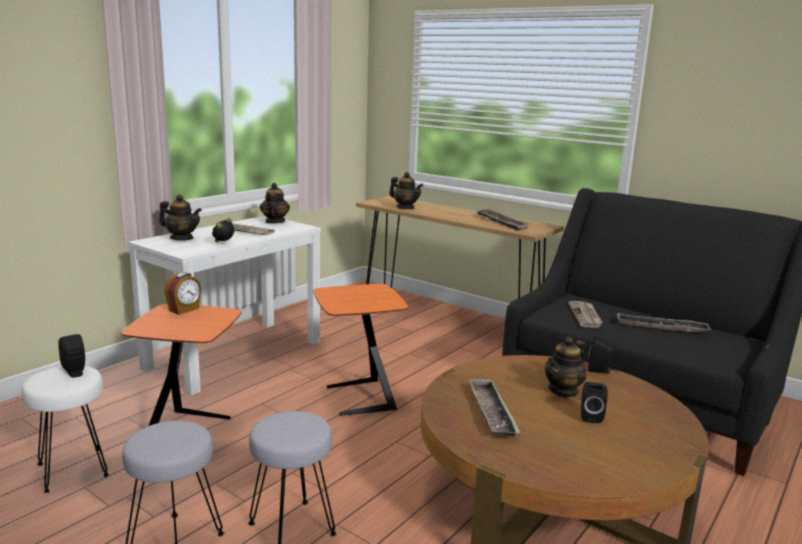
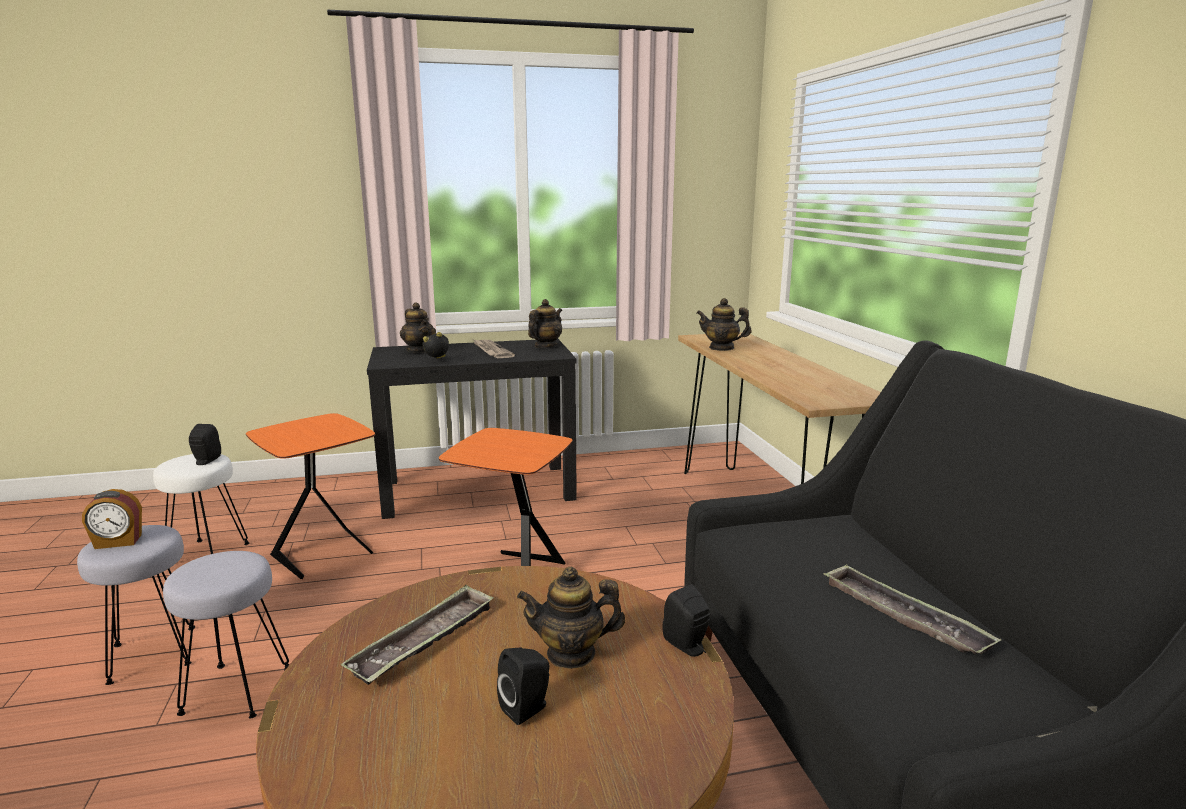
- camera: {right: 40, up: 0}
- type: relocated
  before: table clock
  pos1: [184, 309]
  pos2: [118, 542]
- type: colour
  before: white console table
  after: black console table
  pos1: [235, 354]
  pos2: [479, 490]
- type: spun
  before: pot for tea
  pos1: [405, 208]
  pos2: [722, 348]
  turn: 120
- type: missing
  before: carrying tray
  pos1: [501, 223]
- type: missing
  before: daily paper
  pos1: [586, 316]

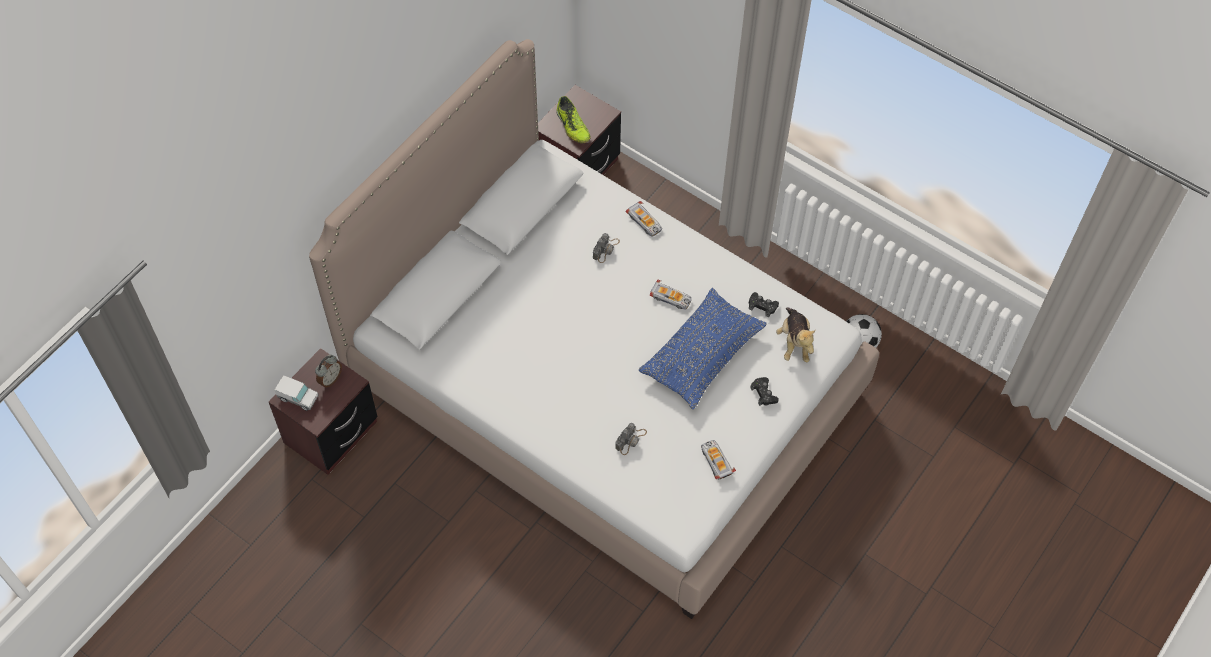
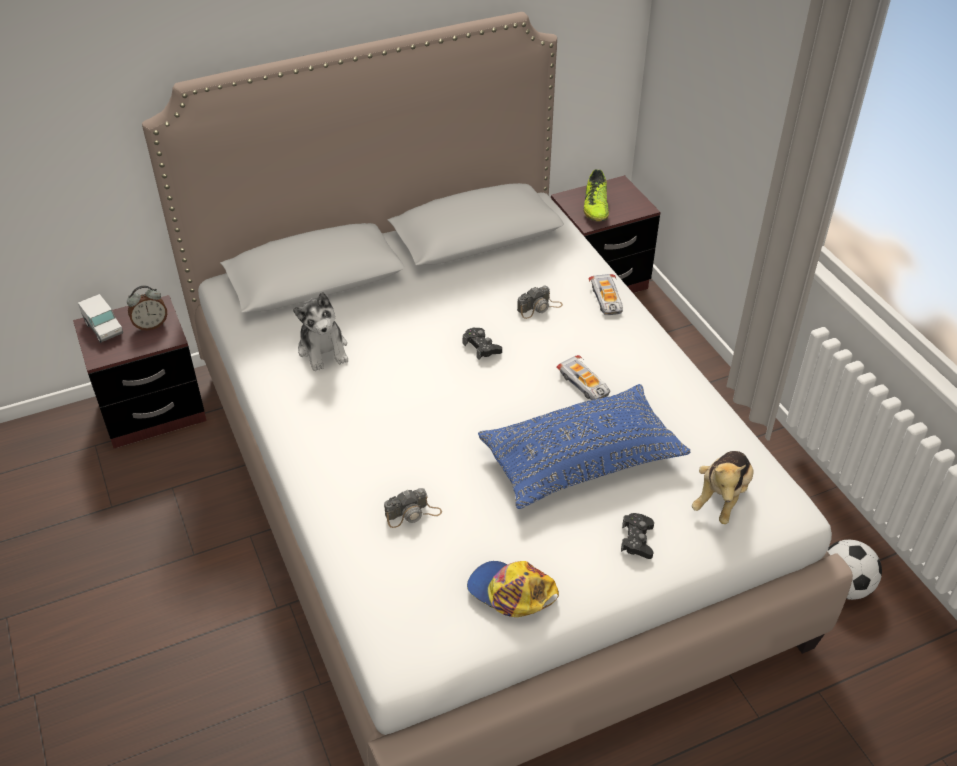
- camera: {right: 30, up: -15}
- type: appeared
  after: plush toy
  pos2: [323, 349]
- type: relocated
  before: black game controller
  pos1: [762, 306]
  pos2: [481, 347]
- type: exchanged
  before: toy car
  after: baseball cap
  pos1: [716, 461]
  pos2: [510, 592]

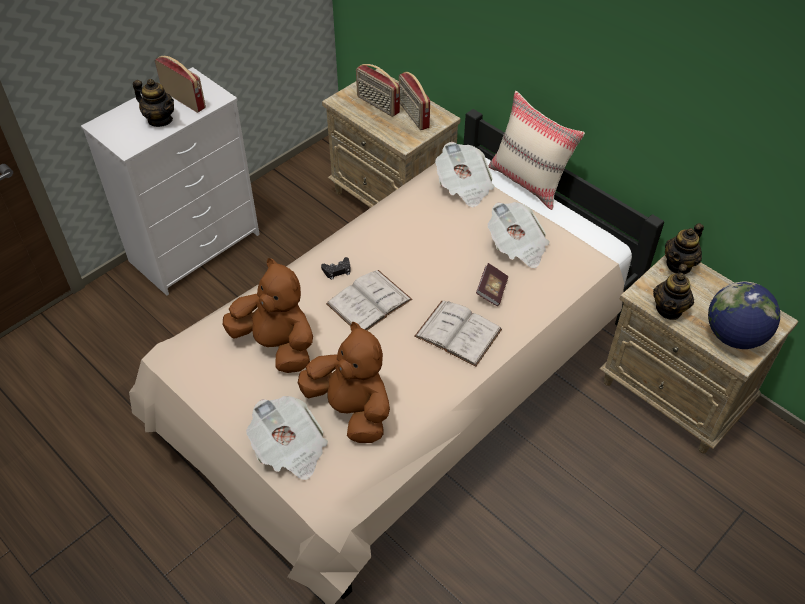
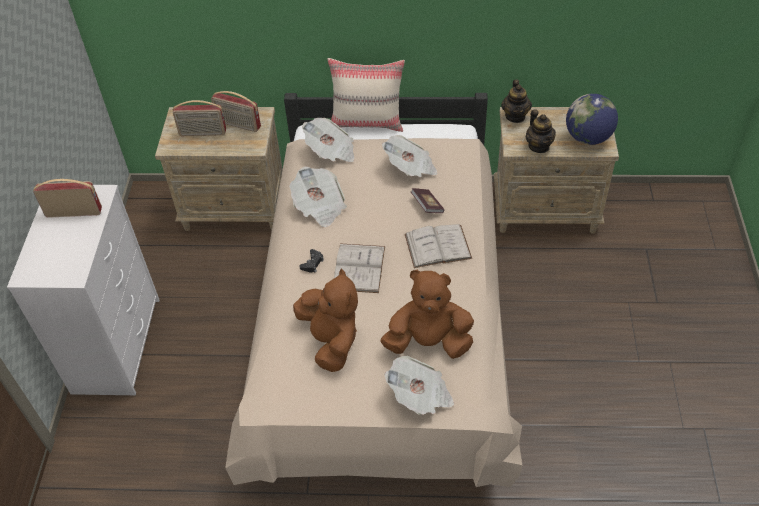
- camera: {right: -40, up: 0}
- type: appeared
  after: daily paper
  pos2: [319, 207]
- type: spun
  before: brown plush toy
  pos1: [276, 345]
  pos2: [331, 340]
  turn: 75
- type: missing
  before: pot for tea
  pos1: [160, 119]

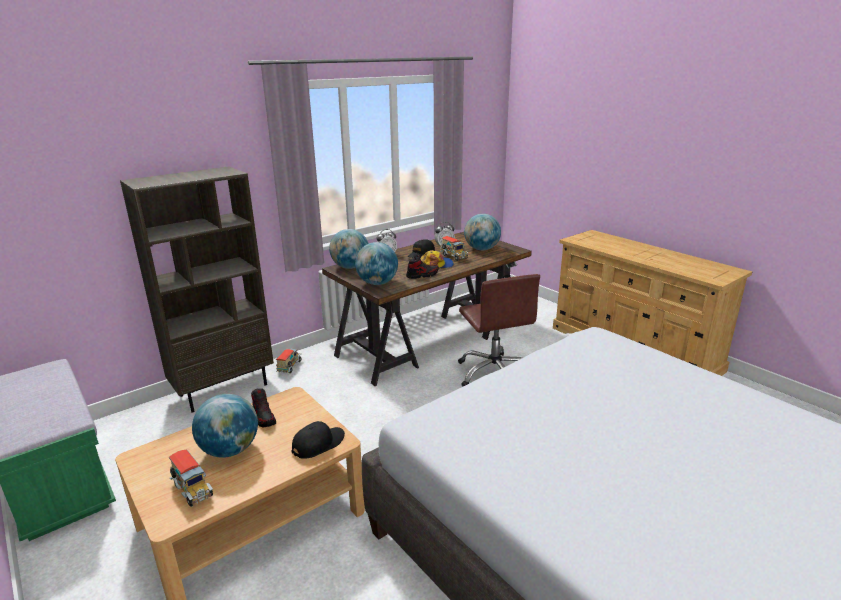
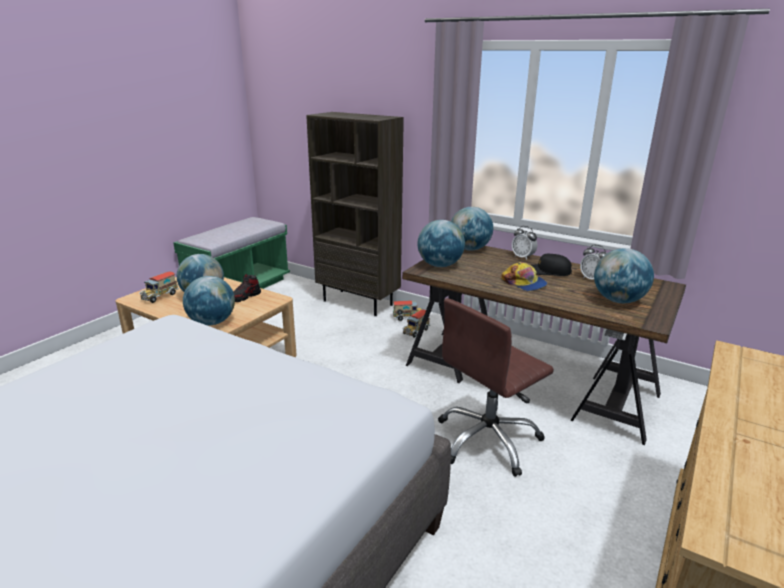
- camera: {right: 70, up: 0}
- type: exchanged
  before: black baseball cap
  after: desk globe
  pos1: [318, 444]
  pos2: [212, 322]
- type: relocated
  before: toy truck
  pos1: [454, 257]
  pos2: [416, 332]
- type: missing
  before: shoe
  pos1: [422, 275]

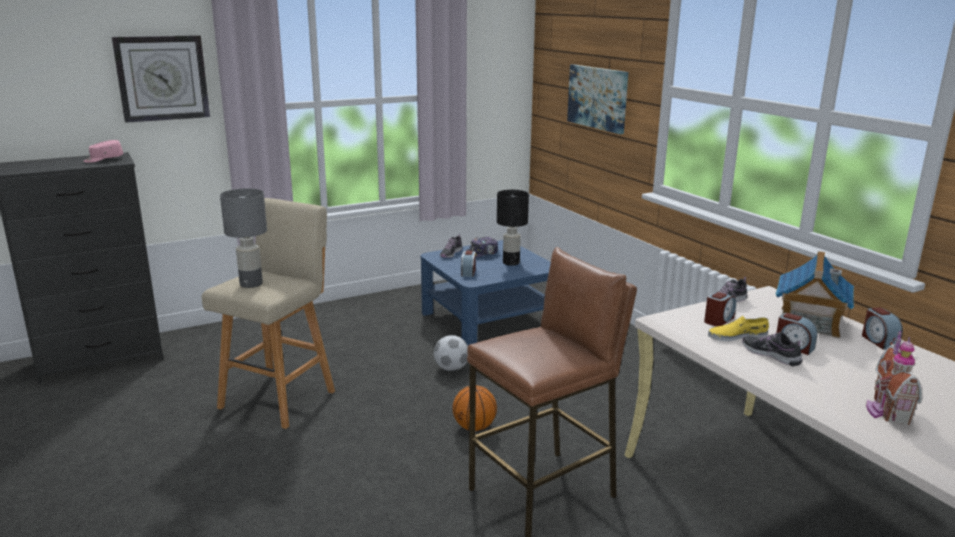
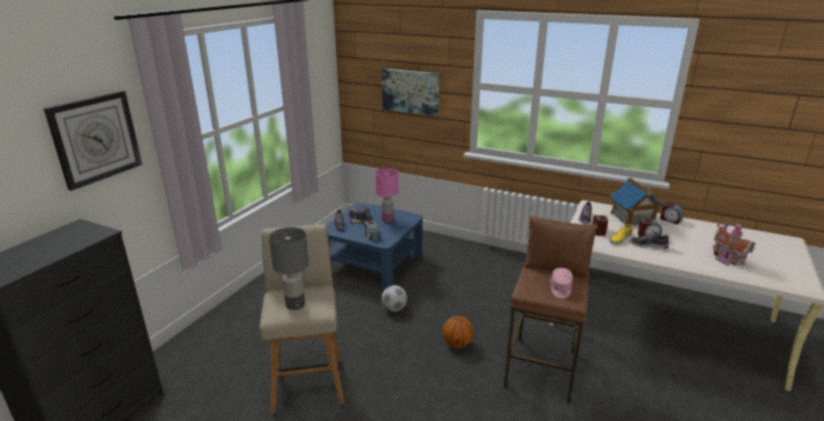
- camera: {right: -35, up: 5}
- type: colour
  before: black lamp for a table
  after: pink lamp for a table
  pos1: [510, 263]
  pos2: [387, 220]
- type: relocated
  before: pink baseball cap
  pos1: [103, 159]
  pos2: [560, 289]

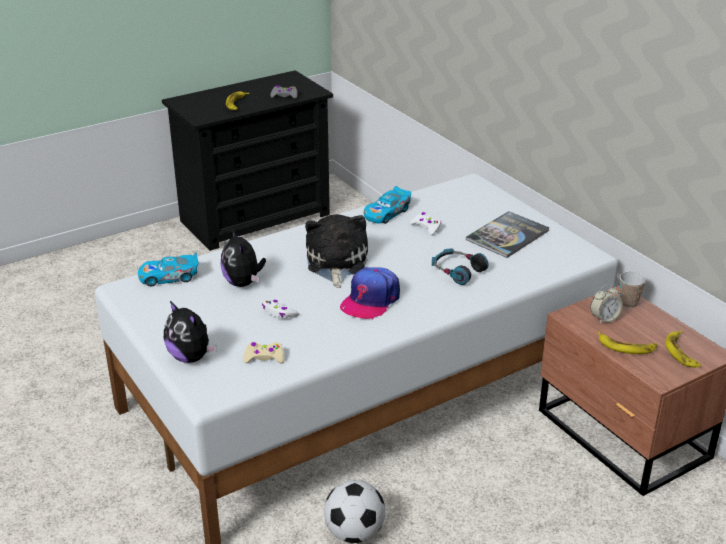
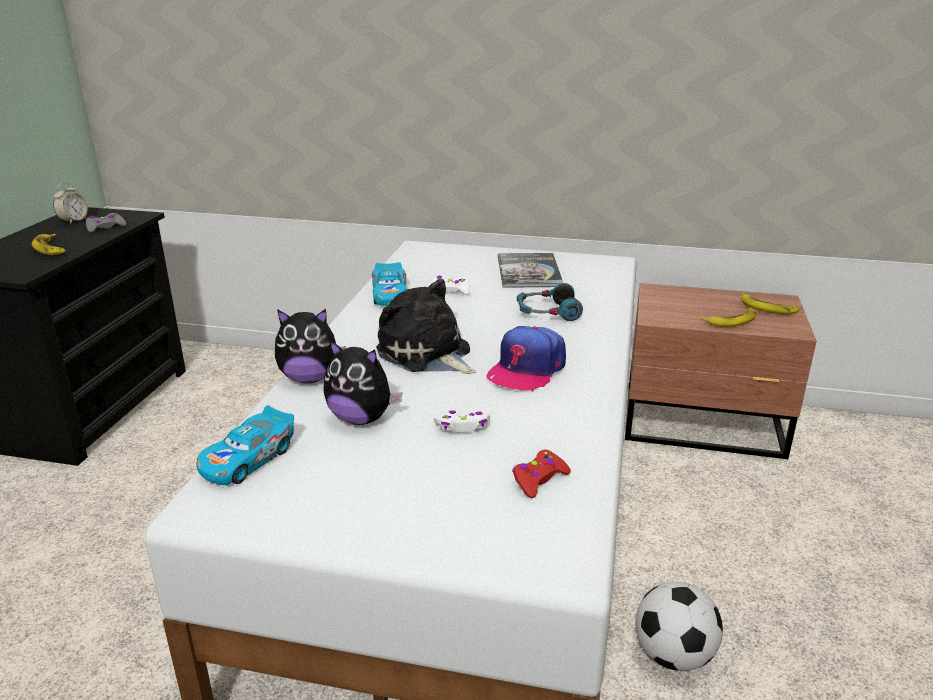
- camera: {right: -45, up: -5}
- type: relocated
  before: table clock
  pos1: [604, 319]
  pos2: [74, 221]
- type: relocated
  before: plush toy
  pos1: [191, 357]
  pos2: [310, 378]
- type: spun
  before: baseball cap
  pos1: [370, 300]
  pos2: [526, 369]
  turn: 45
- type: colour
  before: sand-coloured game controller
  after: reddish game controller
  pos1: [264, 357]
  pos2: [539, 479]
- type: missing
  before: drinking cup
  pos1: [628, 303]

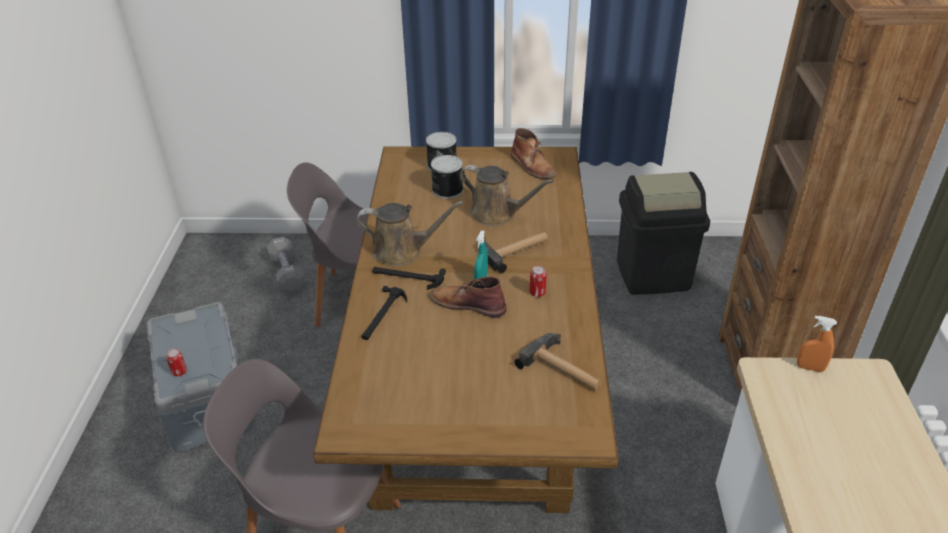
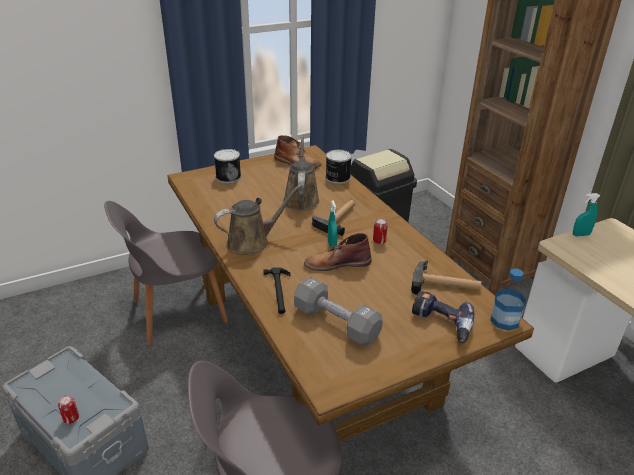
- camera: {right: -30, up: -5}
- type: spun
  before: brown sprinkling can
  pos1: [497, 214]
  pos2: [301, 199]
  turn: -90
- type: relocated
  before: greyish free weight
  pos1: [287, 274]
  pos2: [336, 323]
- type: relocated
  before: can
  pos1: [446, 190]
  pos2: [337, 178]
- type: appeared
  after: electric drill
  pos2: [440, 324]
- type: appeared
  after: bottle
  pos2: [504, 320]
- type: colour
  before: orange spray bottle
  after: turquoise-coloured spray bottle
  pos1: [810, 368]
  pos2: [581, 235]
- type: missing
  before: hand hammer
  pos1: [407, 277]

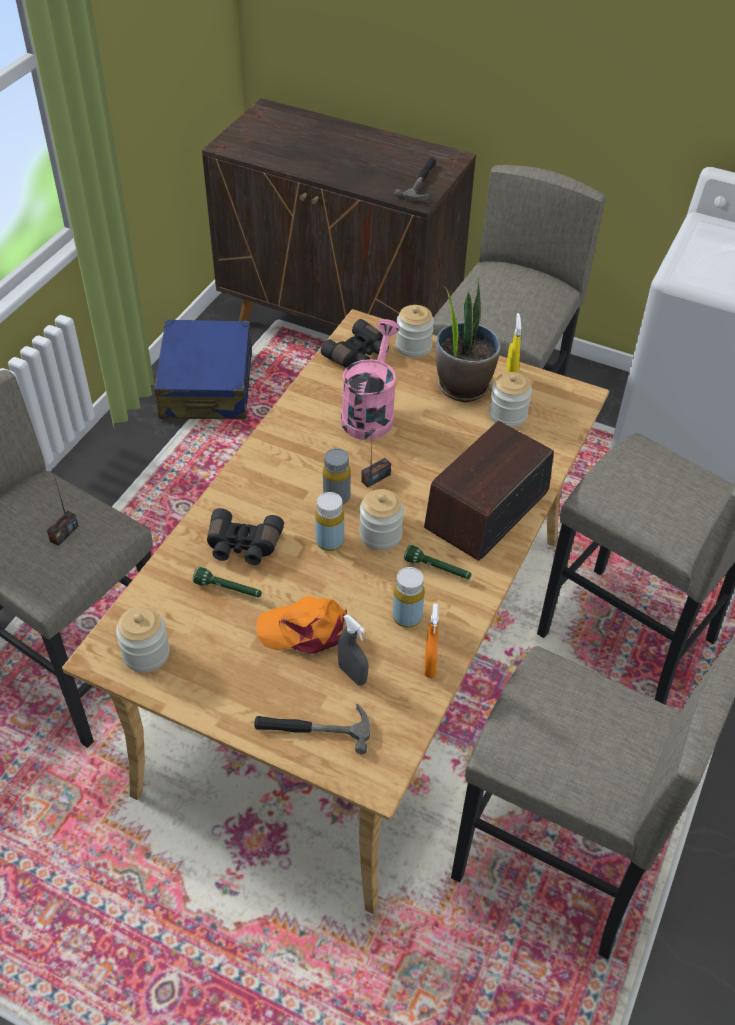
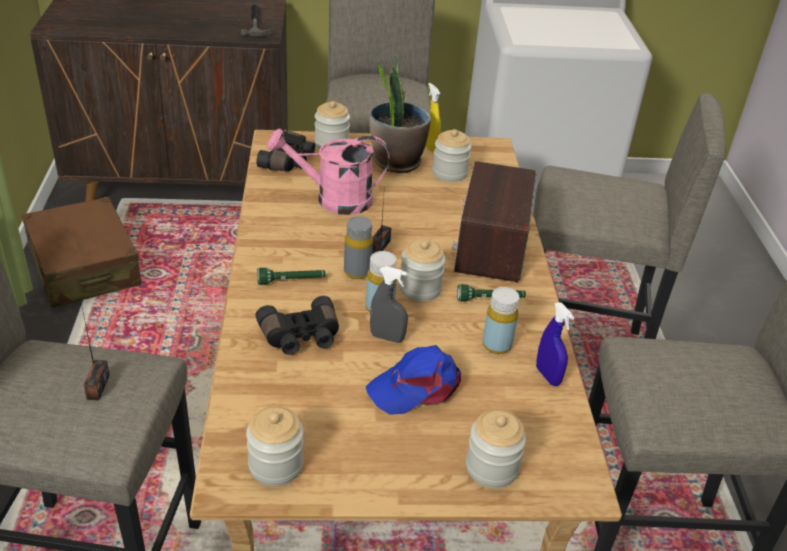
- camera: {right: -30, up: -10}
- type: colour
  before: blue piece of luggage
  after: brown piece of luggage
  pos1: [207, 385]
  pos2: [85, 267]
- type: relocated
  before: green flashlight
  pos1: [228, 589]
  pos2: [291, 281]
- type: spun
  before: pink sprinkling can
  pos1: [370, 412]
  pos2: [333, 199]
  turn: -75
- type: colour
  before: orange baseball cap
  after: blue baseball cap
  pos1: [305, 630]
  pos2: [416, 387]
- type: relocated
  before: greyish spray bottle
  pos1: [352, 674]
  pos2: [387, 337]
- type: exchanged
  before: hand hammer
  after: storage jar
  pos1: [312, 728]
  pos2: [491, 467]
- type: colour
  before: orange spray bottle
  after: blue spray bottle
  pos1: [430, 665]
  pos2: [548, 376]

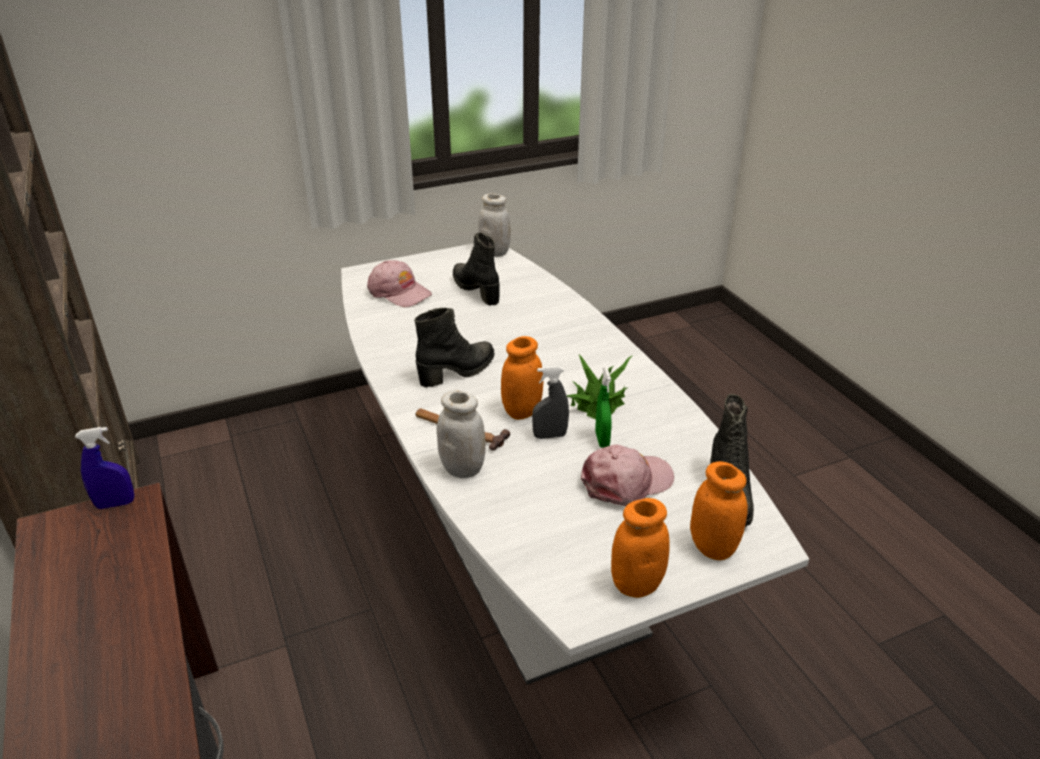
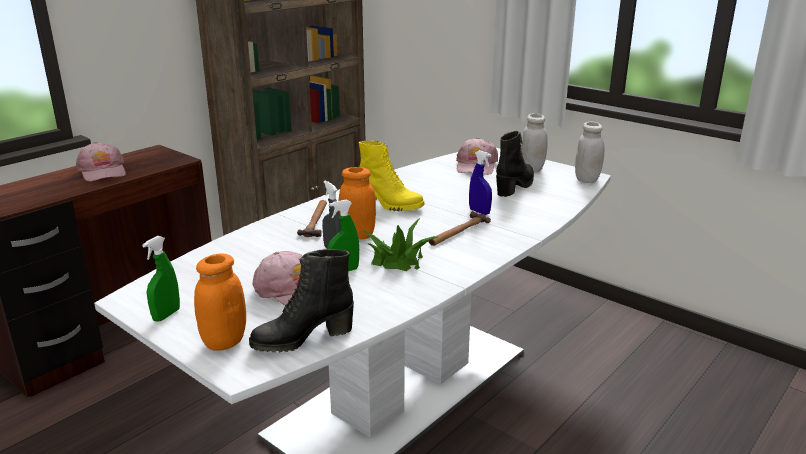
- camera: {right: 65, up: -10}
- type: appeared
  after: pink baseball cap
  pos2: [103, 171]
- type: exchanged
  before: orange storage jar
  after: green spray bottle
  pos1: [636, 584]
  pos2: [166, 315]
- type: colour
  before: black boot
  after: yellow-coloured boot
  pos1: [458, 372]
  pos2: [389, 205]
- type: appeared
  after: hand hammer
  pos2: [457, 232]
- type: relocated
  before: blue spray bottle
  pos1: [115, 504]
  pos2: [479, 212]
- type: relocated
  before: white storage jar
  pos1: [462, 469]
  pos2: [532, 169]

